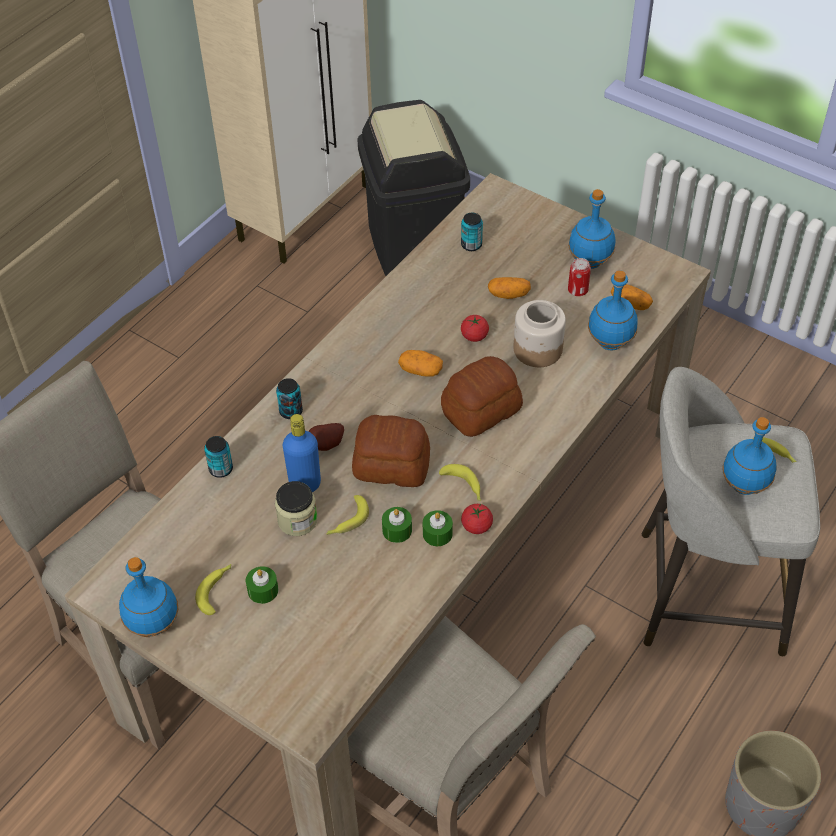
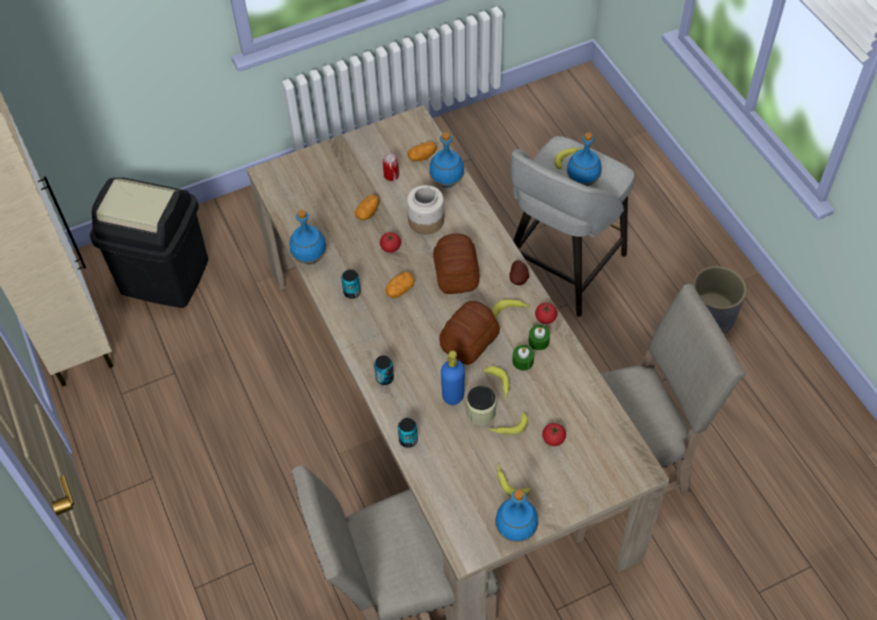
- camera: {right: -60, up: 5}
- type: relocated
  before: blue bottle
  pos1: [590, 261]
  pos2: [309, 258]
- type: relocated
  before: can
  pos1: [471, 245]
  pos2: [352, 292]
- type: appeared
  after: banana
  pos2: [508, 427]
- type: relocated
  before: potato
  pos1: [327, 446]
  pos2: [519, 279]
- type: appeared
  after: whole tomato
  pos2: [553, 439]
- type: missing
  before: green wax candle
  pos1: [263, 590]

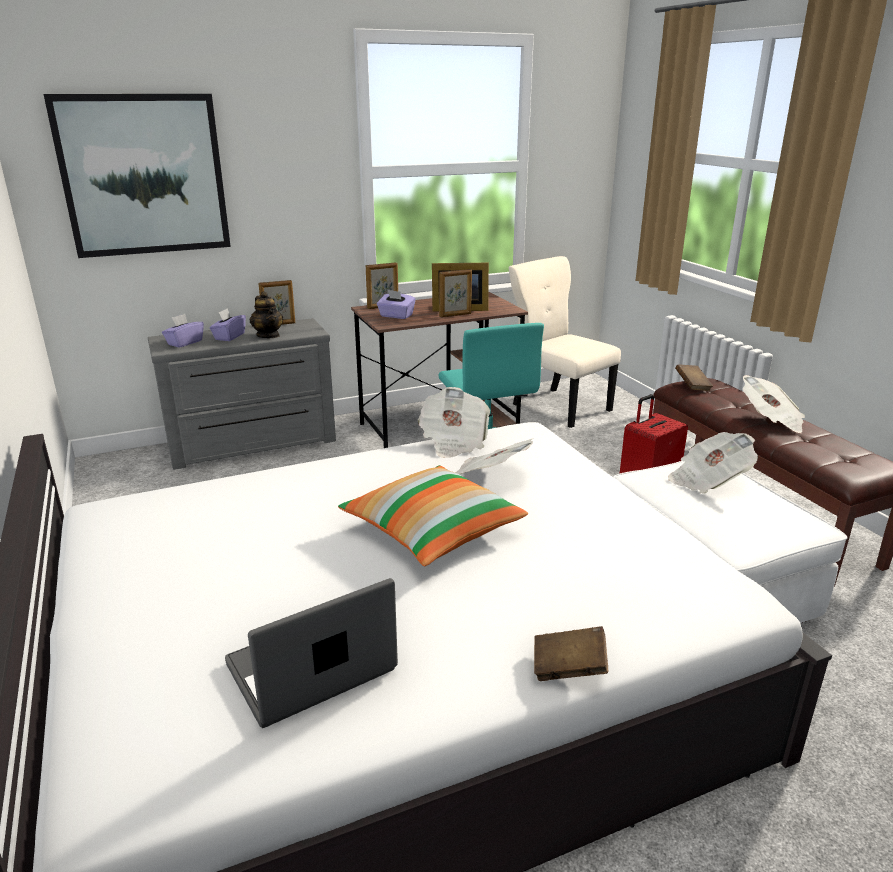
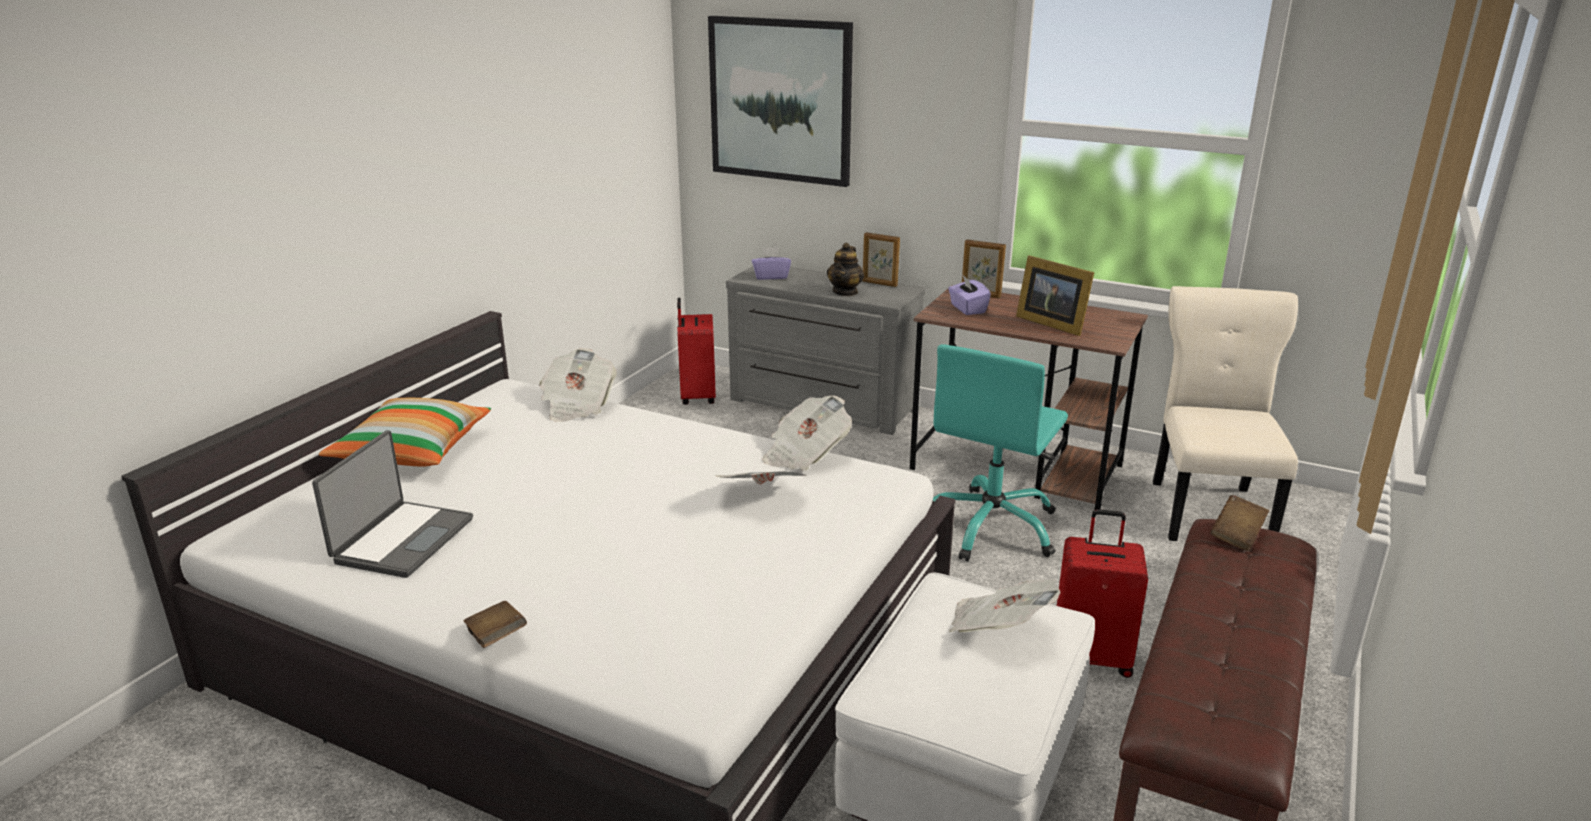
- camera: {right: 50, up: 0}
- type: spun
  before: laptop
  pos1: [312, 670]
  pos2: [402, 540]
  turn: 90
- type: relocated
  before: throw pillow
  pos1: [432, 531]
  pos2: [412, 451]
- type: relocated
  before: daily paper
  pos1: [771, 420]
  pos2: [577, 405]
- type: appeared
  after: reddish piece of luggage
  pos2: [696, 397]
- type: missing
  before: purplish box of tissues
  pos1: [229, 336]
- type: missing
  before: picture frame
  pos1: [455, 315]

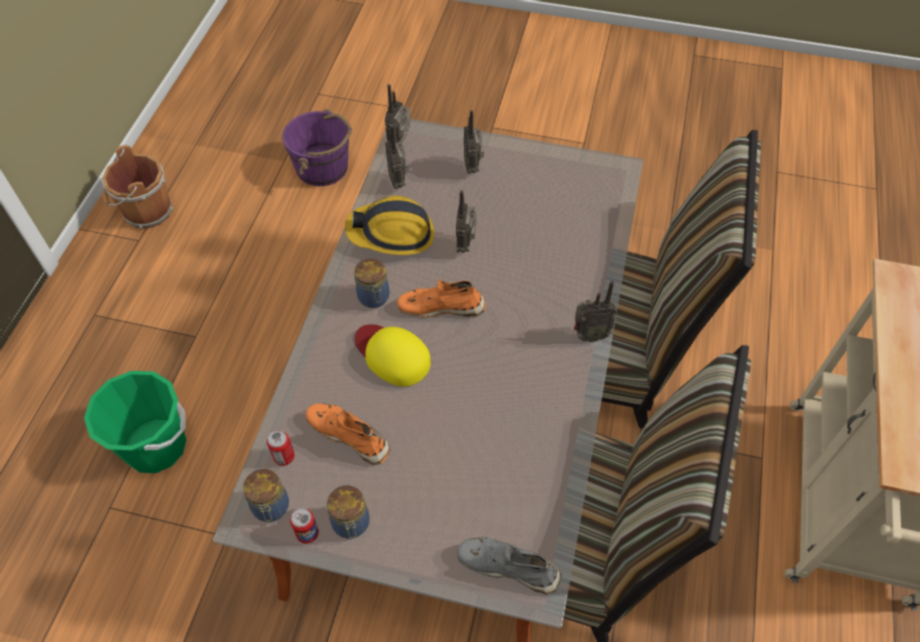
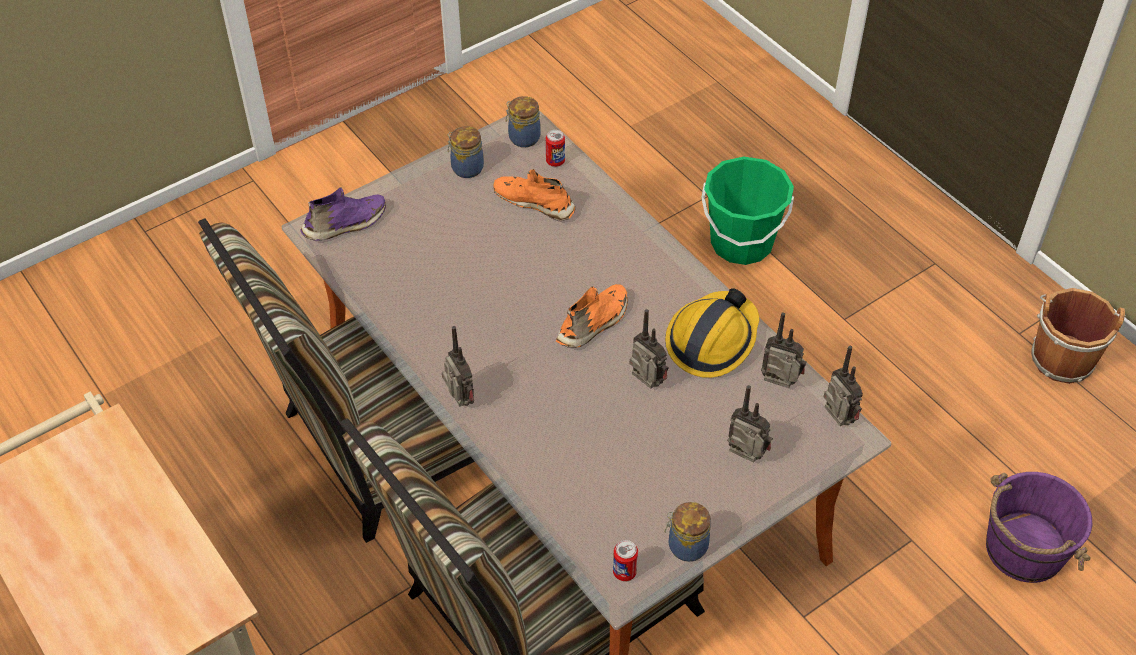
- camera: {right: 130, up: -5}
- type: colour
  before: greyish shoe
  after: purplish shoe
  pos1: [508, 566]
  pos2: [346, 224]
- type: spun
  before: radio receiver
  pos1: [589, 335]
  pos2: [459, 401]
  turn: 120
- type: spun
  before: orange shoe
  pos1: [349, 435]
  pos2: [534, 202]
  turn: -135
- type: relocated
  before: can
  pos1: [307, 533]
  pos2: [624, 572]
- type: relocated
  before: storage jar
  pos1: [374, 298]
  pos2: [686, 546]
- type: missing
  before: yellow-coloured baseball cap
  pos1: [392, 355]

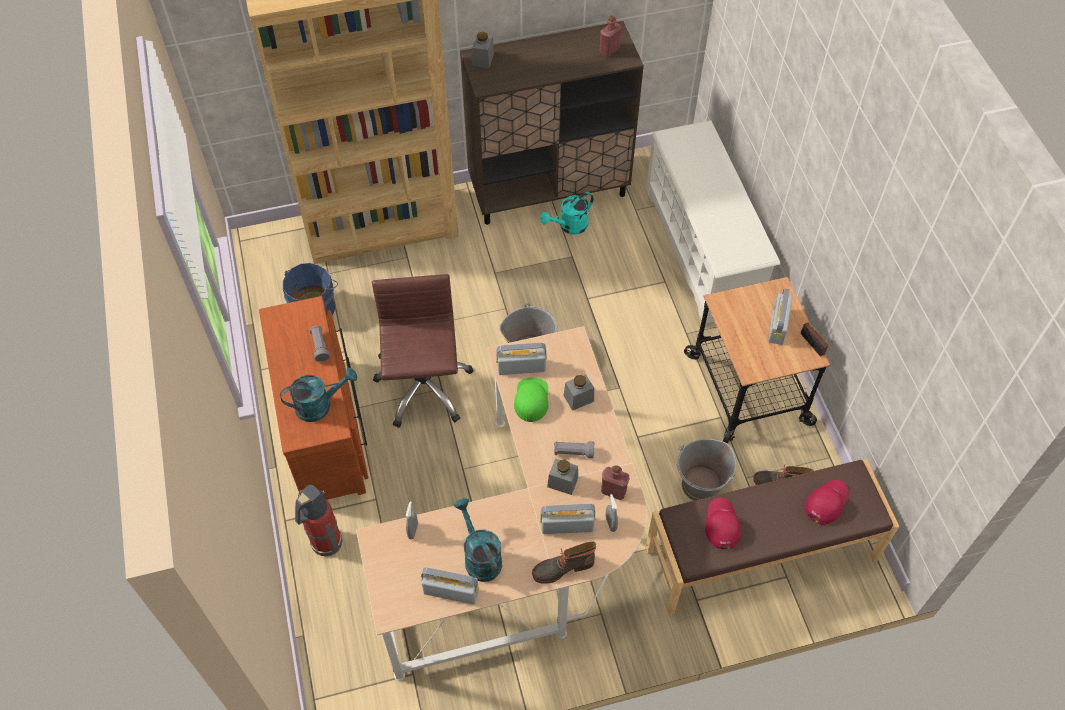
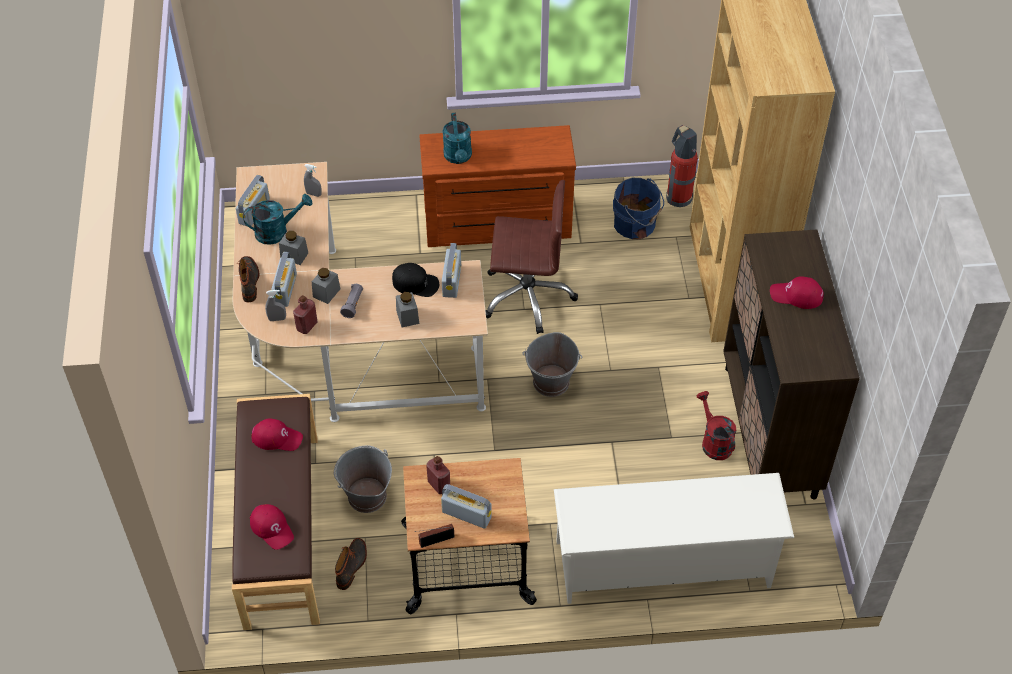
- camera: {right: 100, up: -5}
- type: relocated
  before: greyish storage jar
  pos1: [483, 59]
  pos2: [294, 255]
- type: colour
  before: green baseball cap
  after: black baseball cap
  pos1: [531, 399]
  pos2: [415, 283]
- type: relocated
  before: reddish bottle
  pos1: [609, 50]
  pos2: [439, 485]
- type: relocated
  before: fire-fighting cylinder
  pos1: [325, 543]
  pos2: [678, 196]
- type: colour
  before: turquoise-coloured sprinkling can
  after: reddish sprinkling can
  pos1: [569, 227]
  pos2: [713, 441]
- type: appeared
  after: reddish baseball cap
  pos2: [796, 295]
- type: missing
  before: greyish flashlight
  pos1: [320, 347]

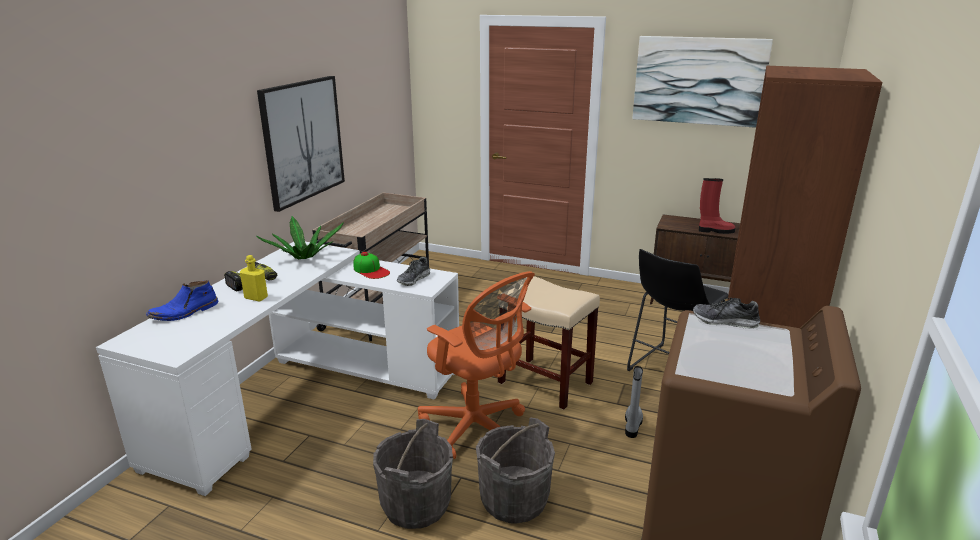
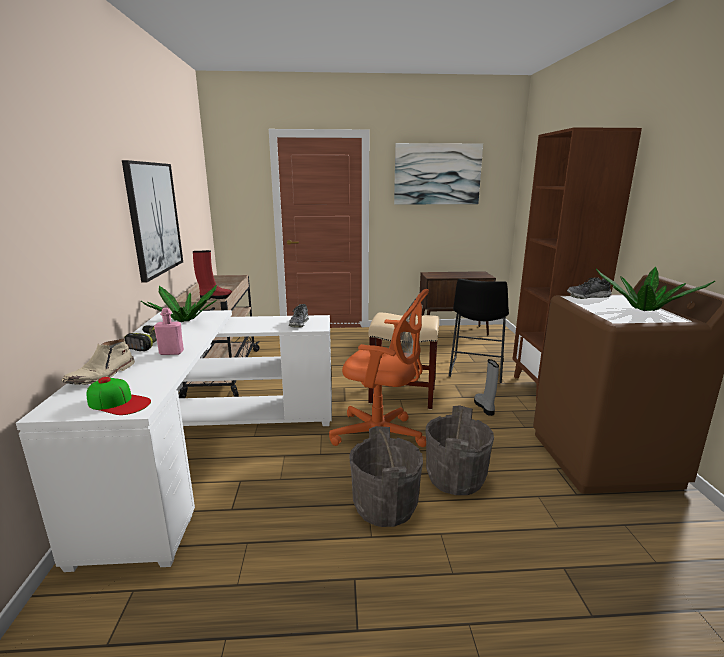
- camera: {right: -25, up: -5}
- type: colour
  before: blue boot
  after: sand-coloured boot
  pos1: [184, 312]
  pos2: [102, 375]
- type: relocated
  before: baseball cap
  pos1: [371, 270]
  pos2: [119, 402]
- type: colour
  before: yellow-coloured bottle
  after: pink bottle
  pos1: [256, 298]
  pos2: [171, 352]
- type: relocated
  before: reddish boot
  pos1: [715, 231]
  pos2: [215, 298]
- type: appeared
  after: potted plant
  pos2: [644, 309]

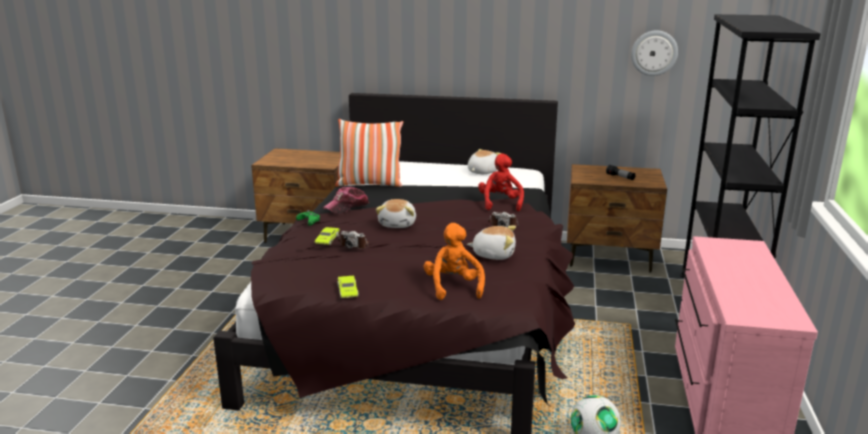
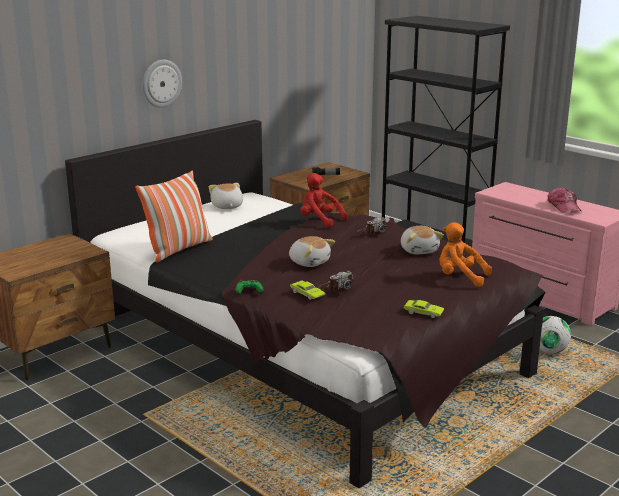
- camera: {right: -55, up: 0}
- type: relocated
  before: clock on the wall
  pos1: [654, 53]
  pos2: [161, 83]
- type: spun
  before: plush toy
  pos1: [493, 254]
  pos2: [419, 250]
  turn: 120
- type: relocated
  before: baseball cap
  pos1: [346, 207]
  pos2: [563, 206]

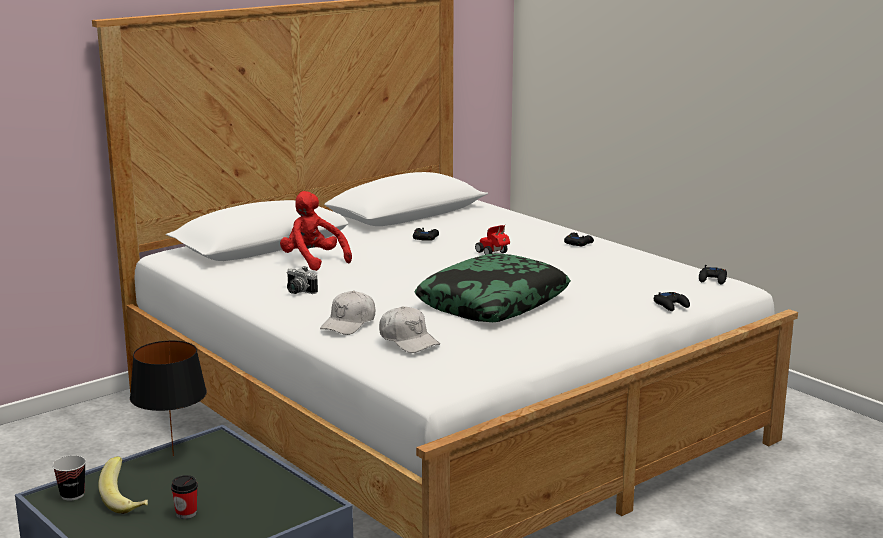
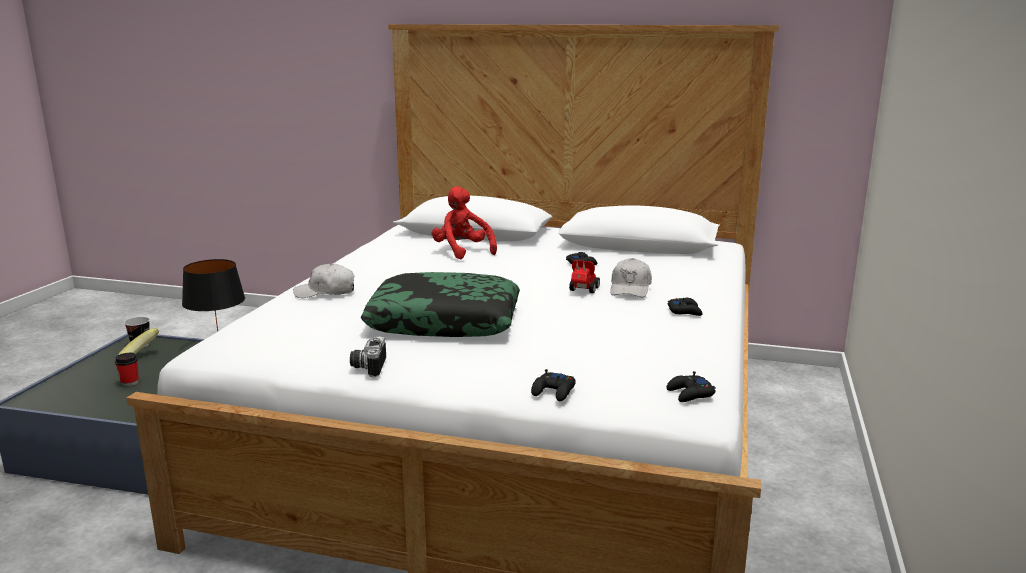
- camera: {right: 55, up: 0}
- type: relocated
  before: still camera
  pos1: [297, 292]
  pos2: [368, 367]
- type: spun
  before: reddish plush toy
  pos1: [313, 261]
  pos2: [462, 251]
  turn: -45
- type: relocated
  before: white baseball cap
  pos1: [408, 340]
  pos2: [630, 288]

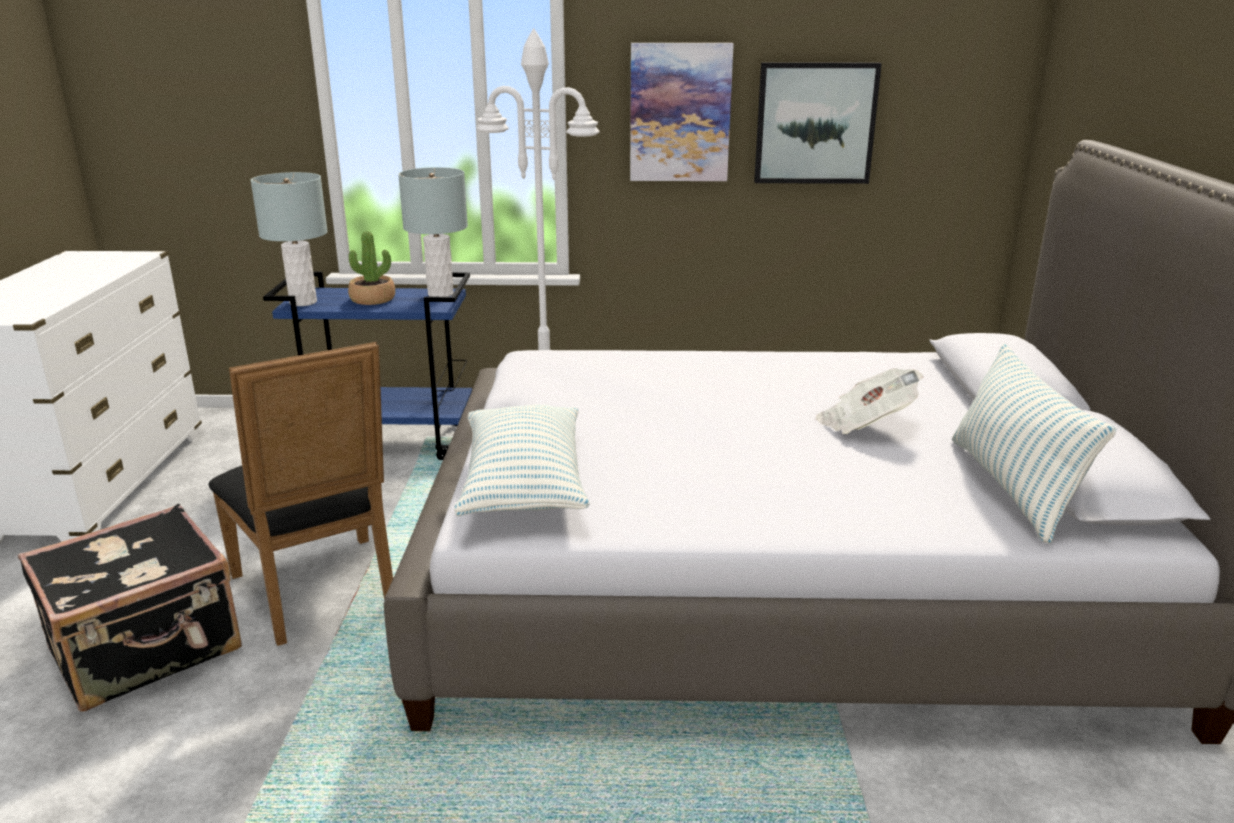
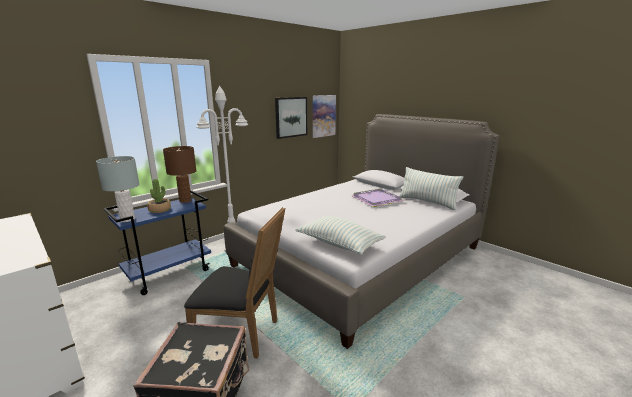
- camera: {right: -45, up: -5}
- type: colour
  before: greyish lamp for a table
  after: brown lamp for a table
  pos1: [440, 294]
  pos2: [185, 201]
- type: relocated
  before: wall art
  pos1: [680, 113]
  pos2: [323, 116]
- type: exchanged
  before: daily paper
  after: purplish carrying tray
  pos1: [865, 424]
  pos2: [376, 199]

